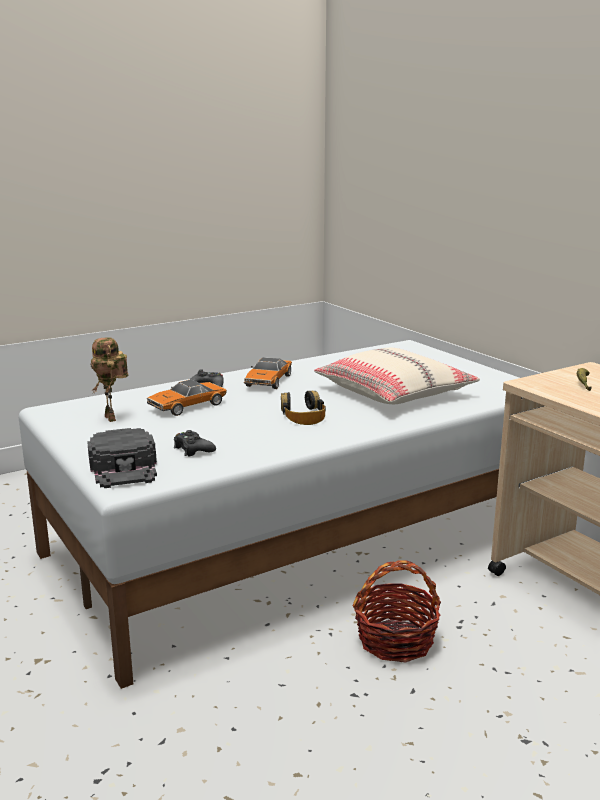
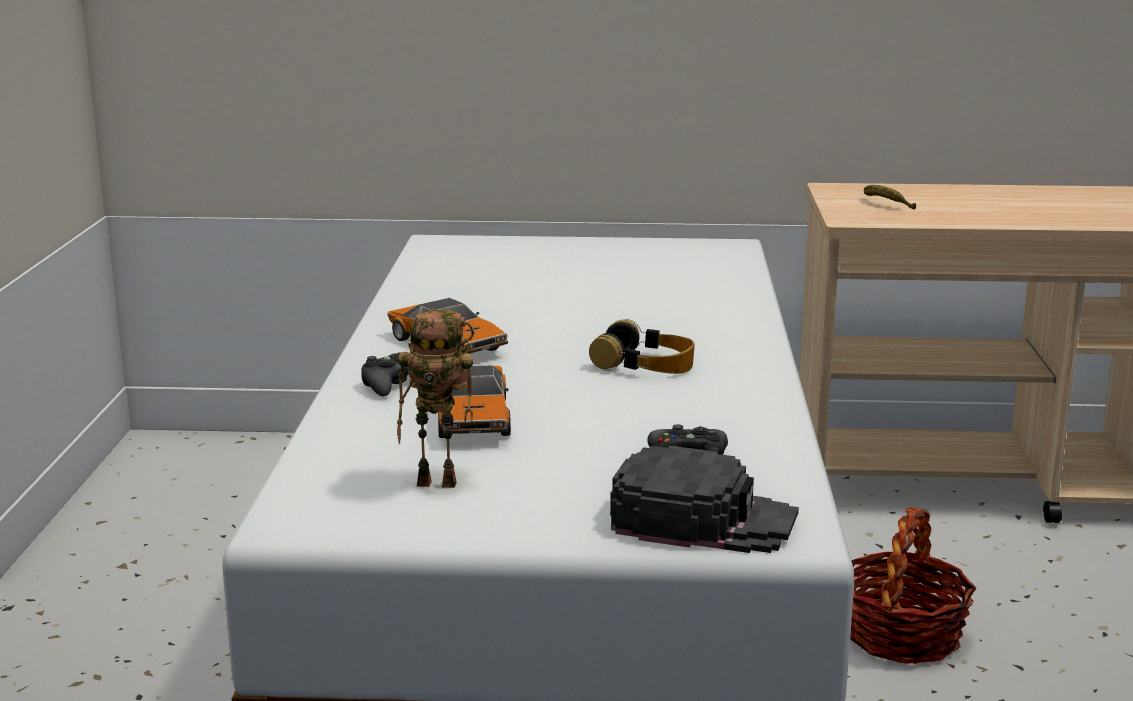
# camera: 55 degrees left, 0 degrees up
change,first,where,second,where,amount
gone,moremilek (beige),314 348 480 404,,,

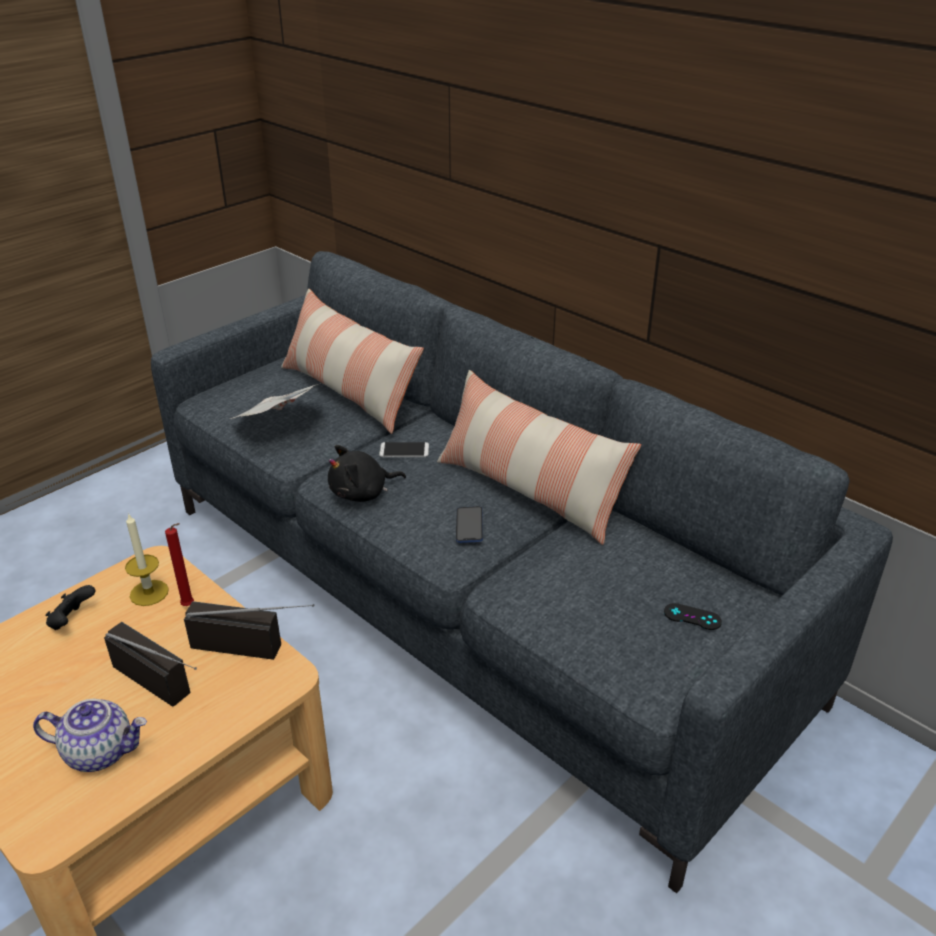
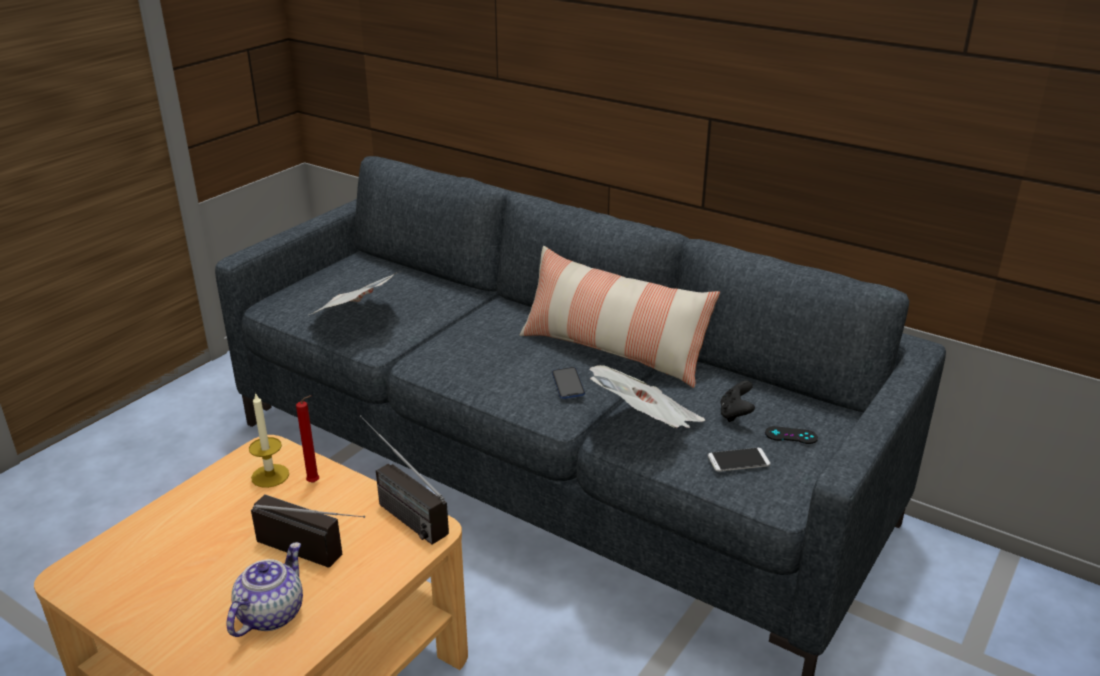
# camera: 10 degrees left, 5 degrees down
change,first,where,second,where,amount
gone,moremilek,281 289 424 434,,,
shifted,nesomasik,379 442 429 457,,708 448 770 472,
gone,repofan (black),328 445 406 502,,,
shifted,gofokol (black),45 585 95 630,,720 381 755 422,
rotated,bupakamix,184 601 314 660,,360 415 449 544,135 degrees counterclockwise
rotated,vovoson,33 699 147 772,,226 542 303 637,60 degrees counterclockwise
new,,,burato,589 365 705 428,

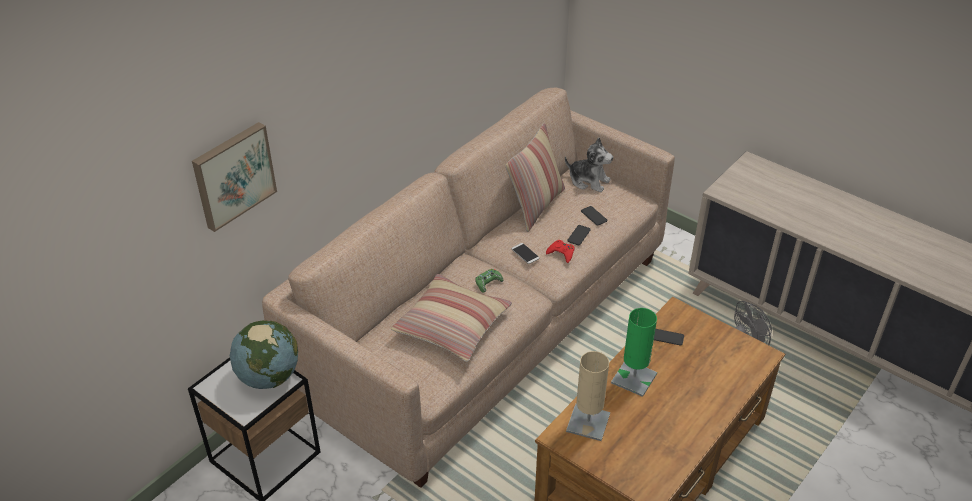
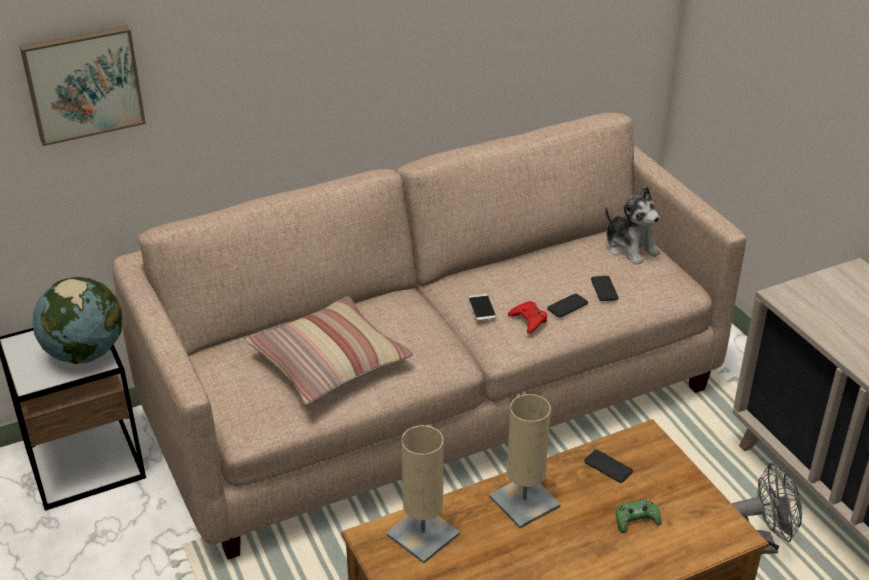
# camera: 25 degrees right, 5 degrees down
change,first,where,second,where,amount
gone,moremilek,506 123 565 232,,,
shifted,gofokol (green),475 269 503 293,,616 500 661 533,
repainted,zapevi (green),611 308 657 397,zapevi (beige),489 394 560 528,

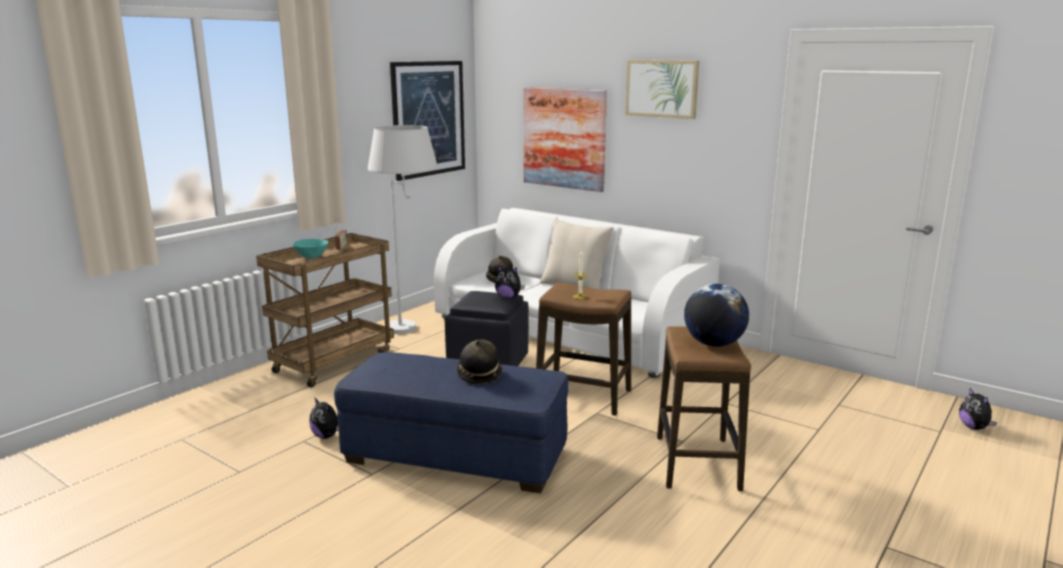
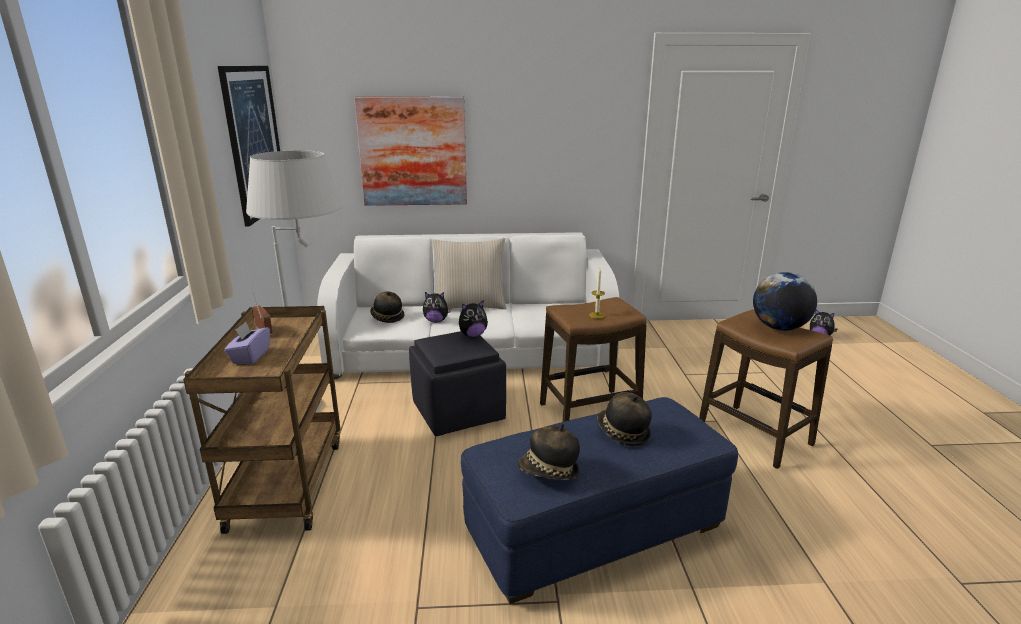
# camera: 40 degrees left, 5 degrees up
change,first,where,second,where,amount
gone,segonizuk,626 60 699 119,,,
swapped,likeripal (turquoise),293 239 328 259,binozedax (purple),224 322 270 364,
shifted,repofan,309 397 339 439,,423 292 451 323,
new,,,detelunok,518 423 580 480,

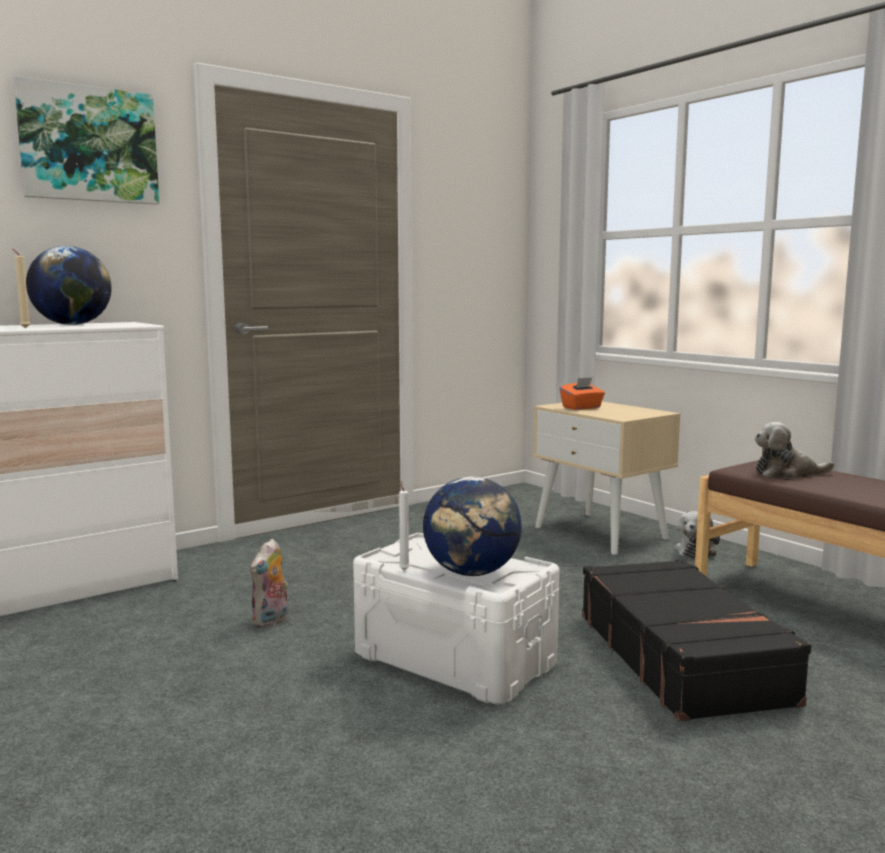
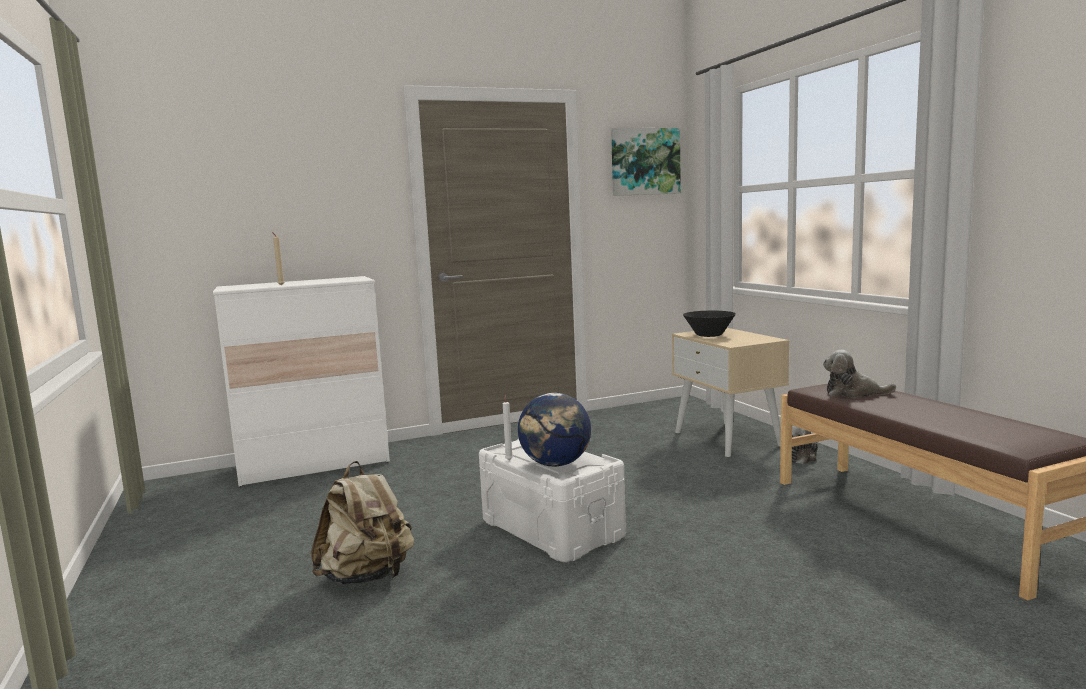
# camera: 15 degrees right, 0 degrees up
change,first,where,second,where,amount
shifted,segonizuk,14 76 159 205,,611 128 681 196,
gone,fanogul,26 246 112 325,,,
swapped,binozedax (orange),560 377 605 410,likeripal (black),683 311 736 337,
gone,repofan,250 539 289 628,,,
gone,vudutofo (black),582 559 811 721,,,
new,,,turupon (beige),311 461 414 585,

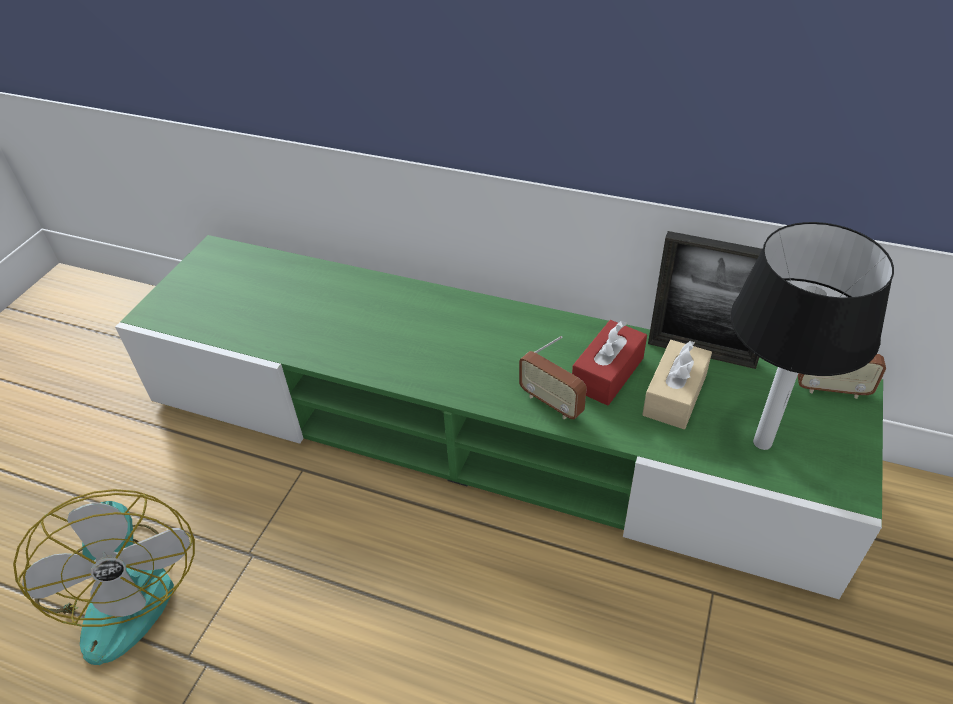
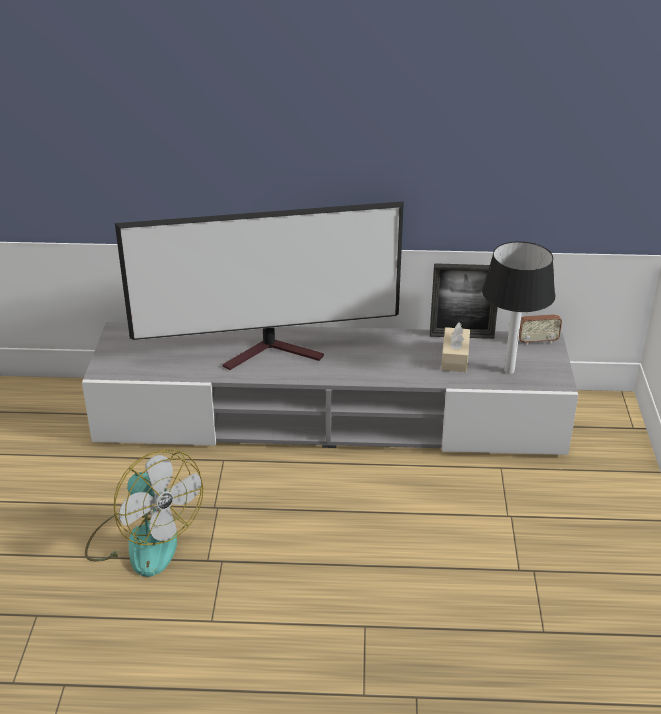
# camera: 20 degrees left, 10 degrees down
change,first,where,second,where,amount
repainted,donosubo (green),115 235 883 599,donosubo (grey),82 322 578 455,
gone,binozedax (red),572 320 647 406,,,
gone,bupakamix,519 336 587 420,,,
new,,,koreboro,115 201 404 370,

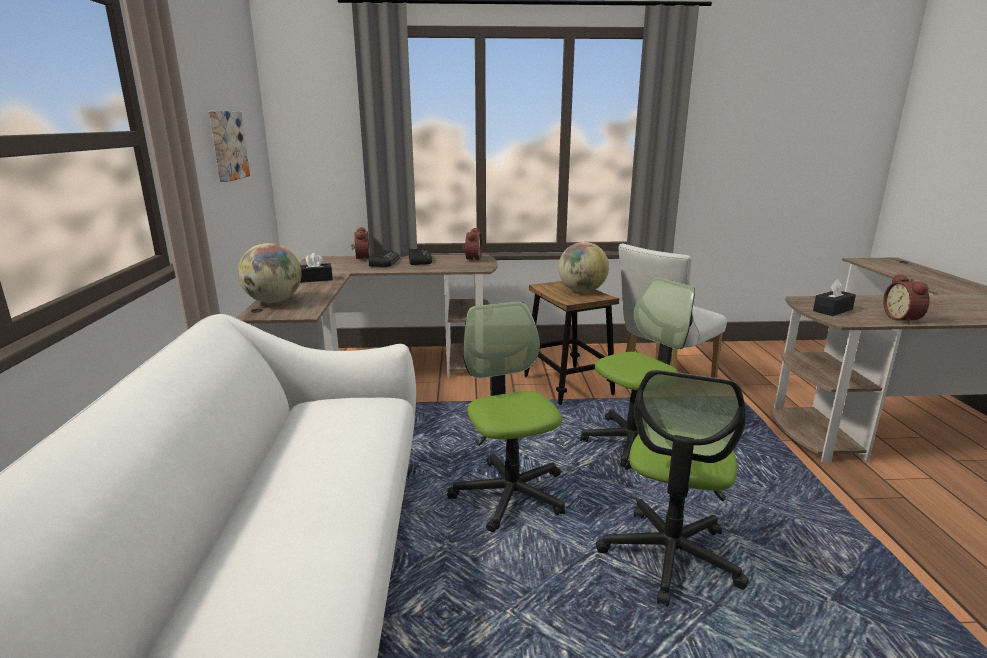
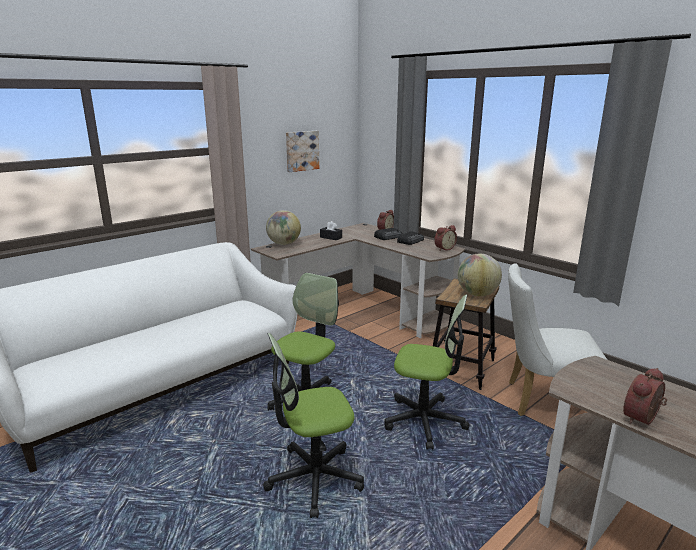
# camera: 50 degrees right, 0 degrees up
change,first,where,second,where,amount
gone,binozedax (black),813 279 856 316,,,

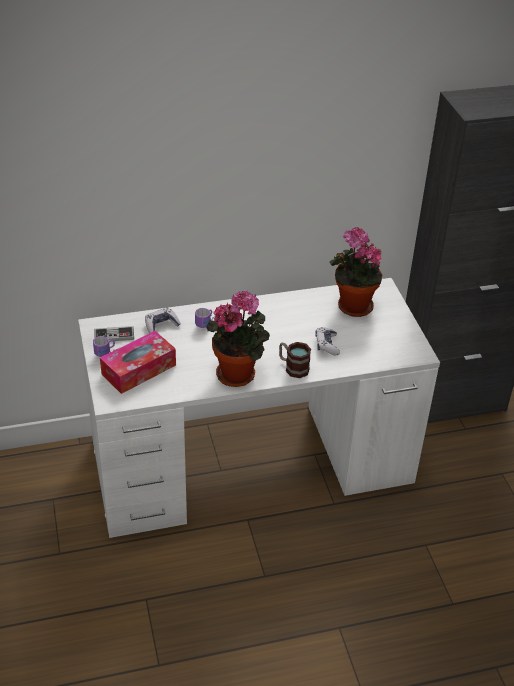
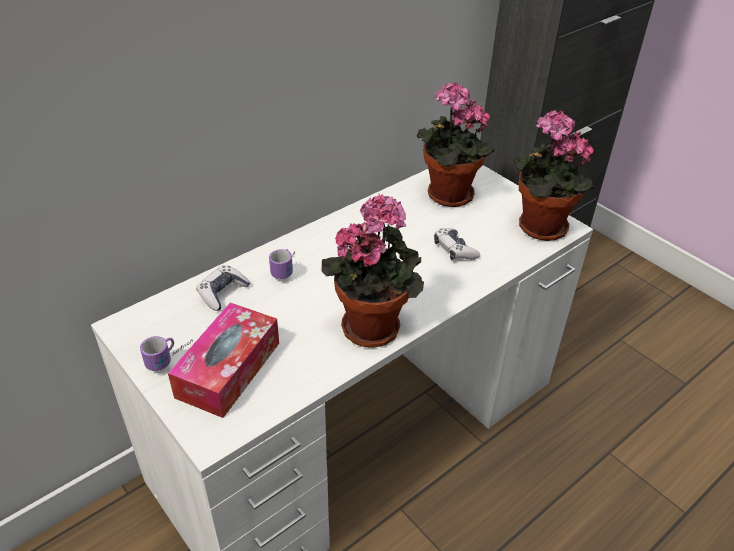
# camera: 25 degrees left, 0 degrees up
change,first,where,second,where,amount
gone,gofokol,94 326 134 341,,,
gone,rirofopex,279 342 311 378,,,
new,,,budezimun,514 110 594 241,

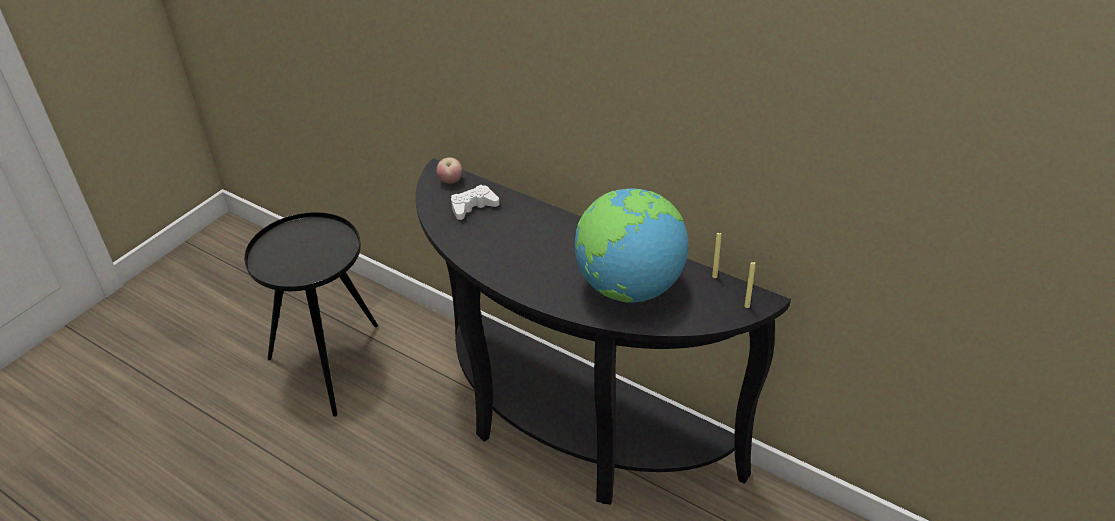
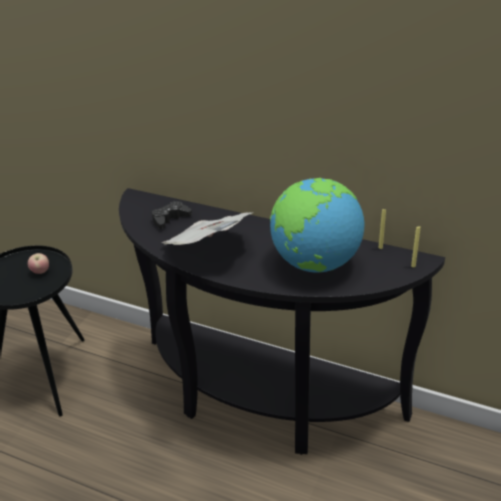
# camera: 10 degrees left, 5 degrees down
change,first,where,second,where,amount
shifted,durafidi,436 157 462 184,,28 253 49 274,
repainted,gofokol (white),451 185 500 220,gofokol (black),152 201 192 229,
new,,,burato,162 212 252 245,

